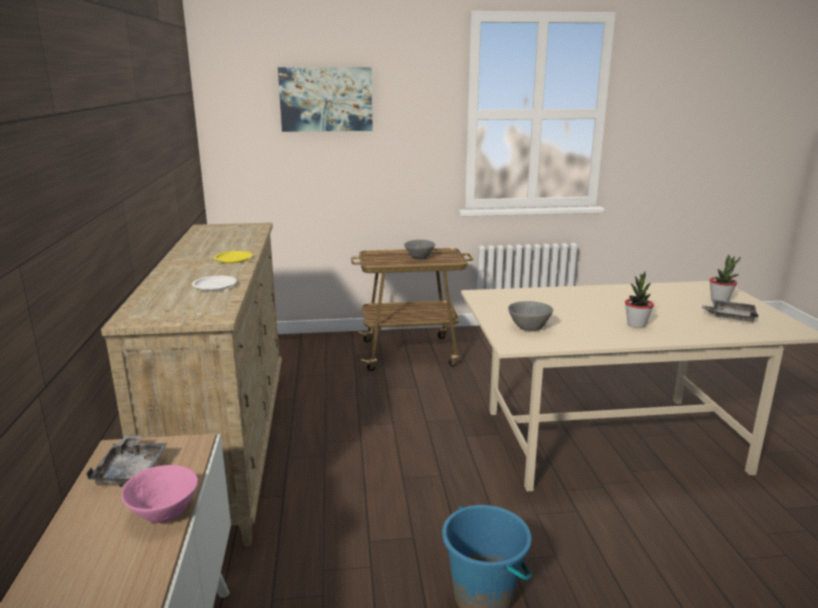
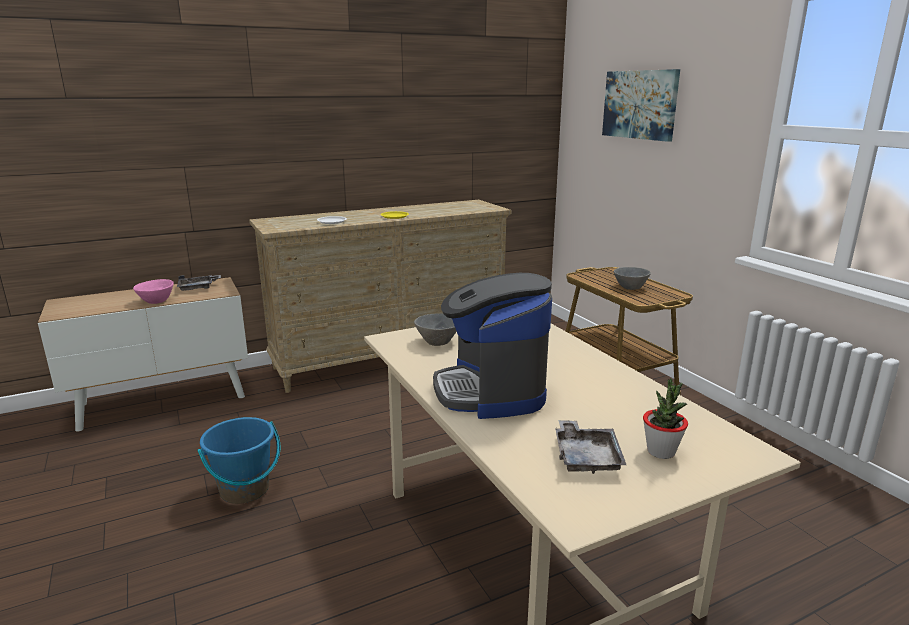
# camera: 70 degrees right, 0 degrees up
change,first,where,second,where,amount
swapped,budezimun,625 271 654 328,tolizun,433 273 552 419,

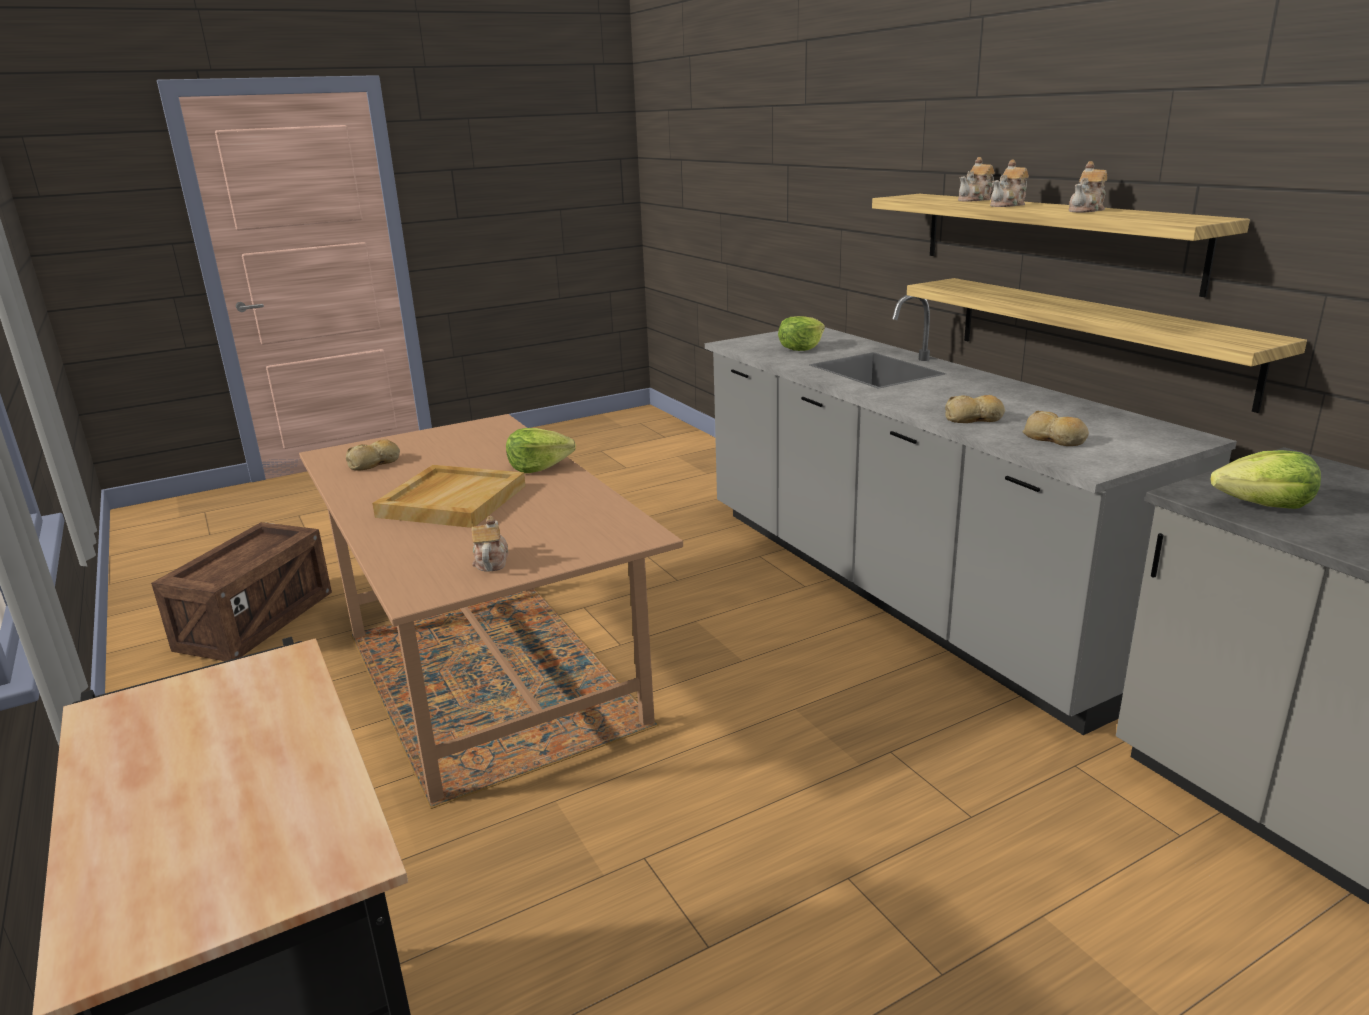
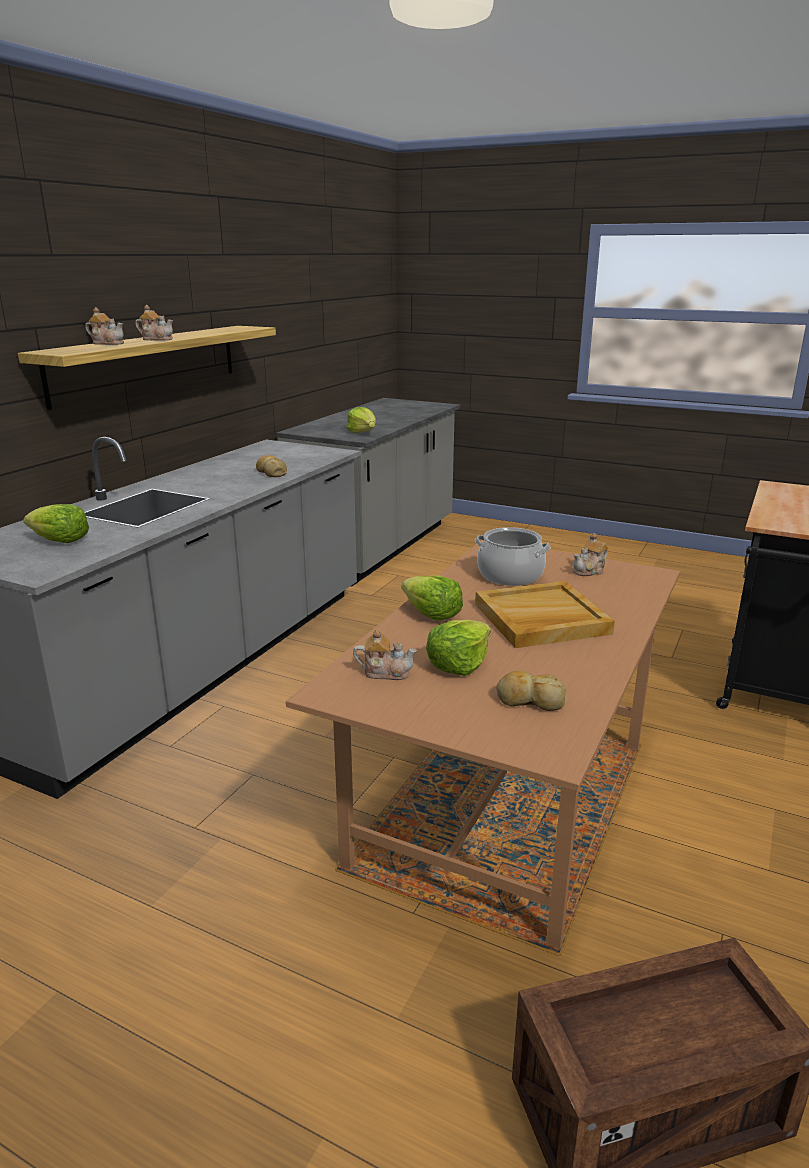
# camera: 125 degrees left, 0 degrees up
change,first,where,second,where,amount
shifted,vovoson,1068 161 1107 212,,353 629 417 680,
gone,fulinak,907 278 1307 413,,,
gone,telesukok,1022 411 1089 446,,,
new,,,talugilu,475 527 551 586,
new,,,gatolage,426 620 491 676,

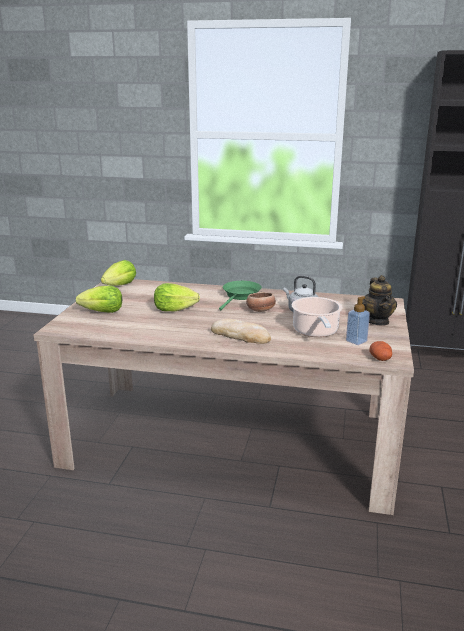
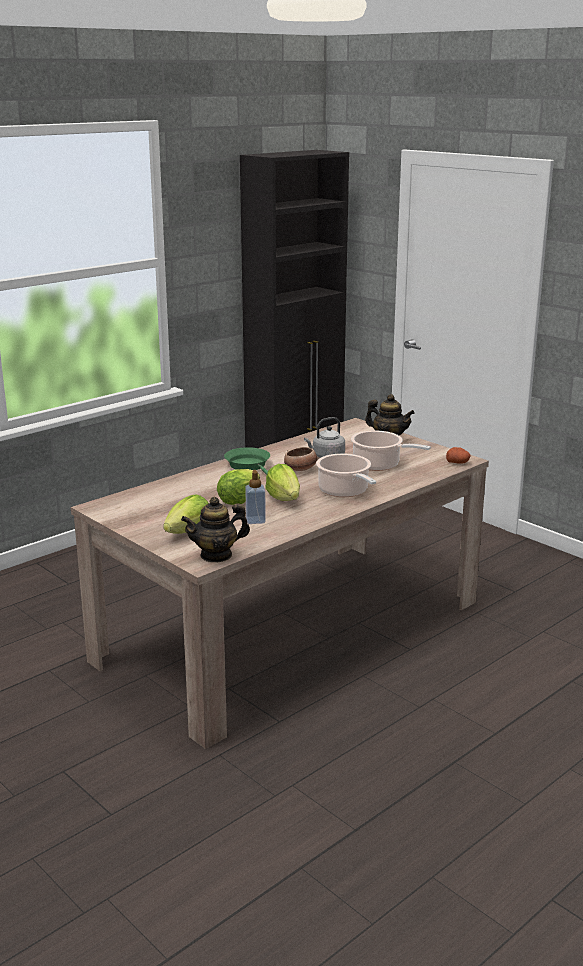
# camera: 55 degrees left, 0 degrees up
change,first,where,second,where,amount
shifted,gatolage,101 260 136 286,,265 464 300 501,
shifted,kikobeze,346 296 370 345,,245 470 266 524,
swapped,telesukok,211 319 271 344,talugilu,316 454 376 497,
new,,,vovoson,181 497 250 562,

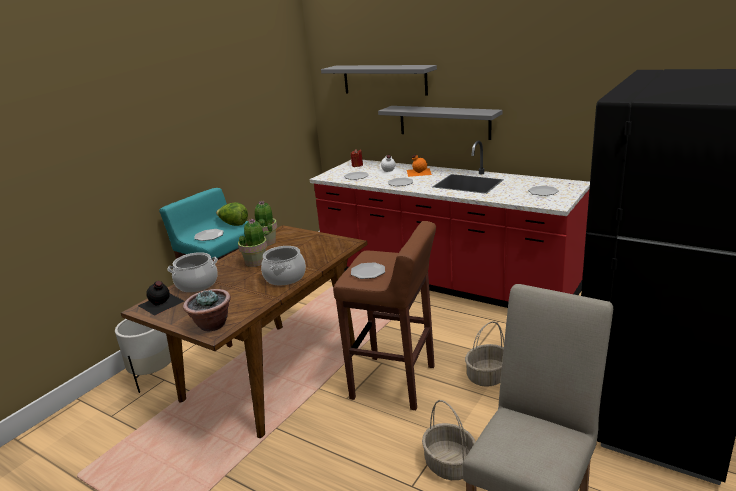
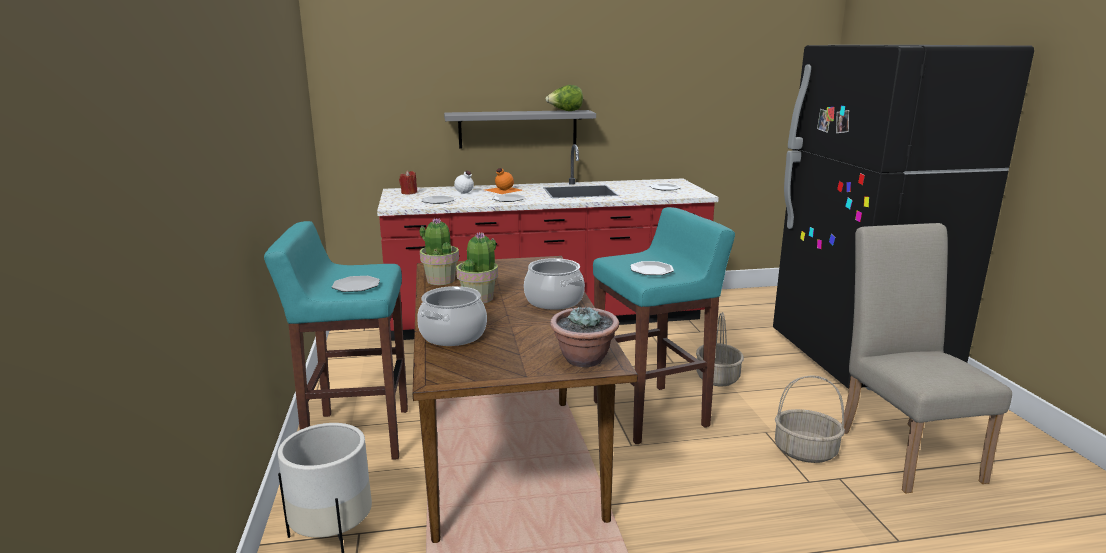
# camera: 45 degrees left, 5 degrees down
change,first,where,second,where,amount
gone,fulinak (grey),321 65 437 96,,,
shifted,gatolage,216 202 248 226,,546 85 583 111,
repainted,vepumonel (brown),333 221 436 410,vepumonel (turquoise),593 207 735 444,
gone,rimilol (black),138 281 184 316,,,

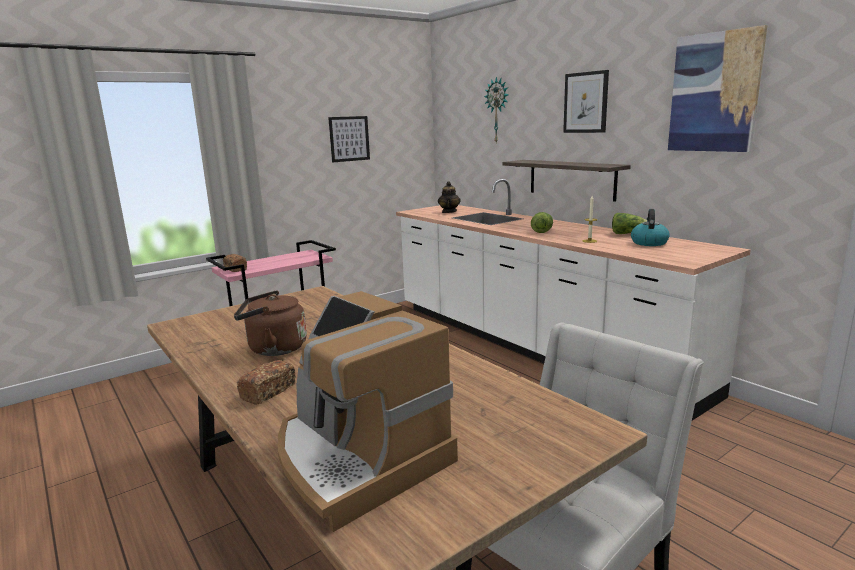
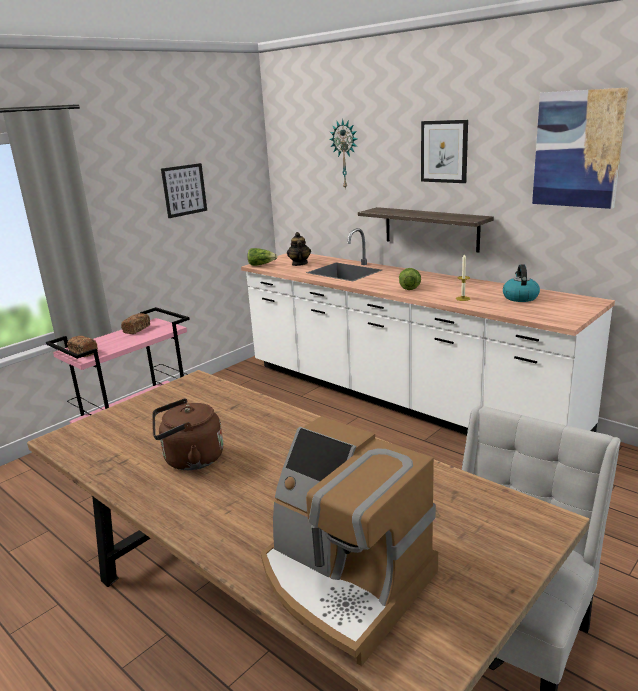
# camera: 10 degrees left, 5 degrees up
change,first,where,second,where,amount
shifted,gatolage,612 213 647 234,,247 248 278 266,
shifted,telesukok,237 360 296 405,,121 313 150 334,

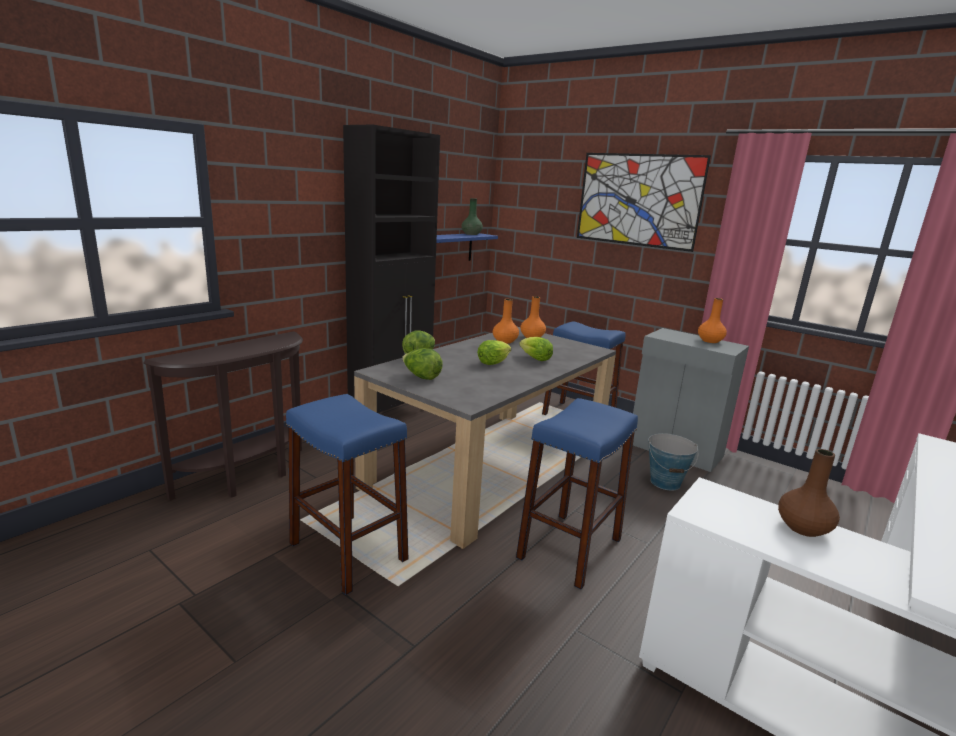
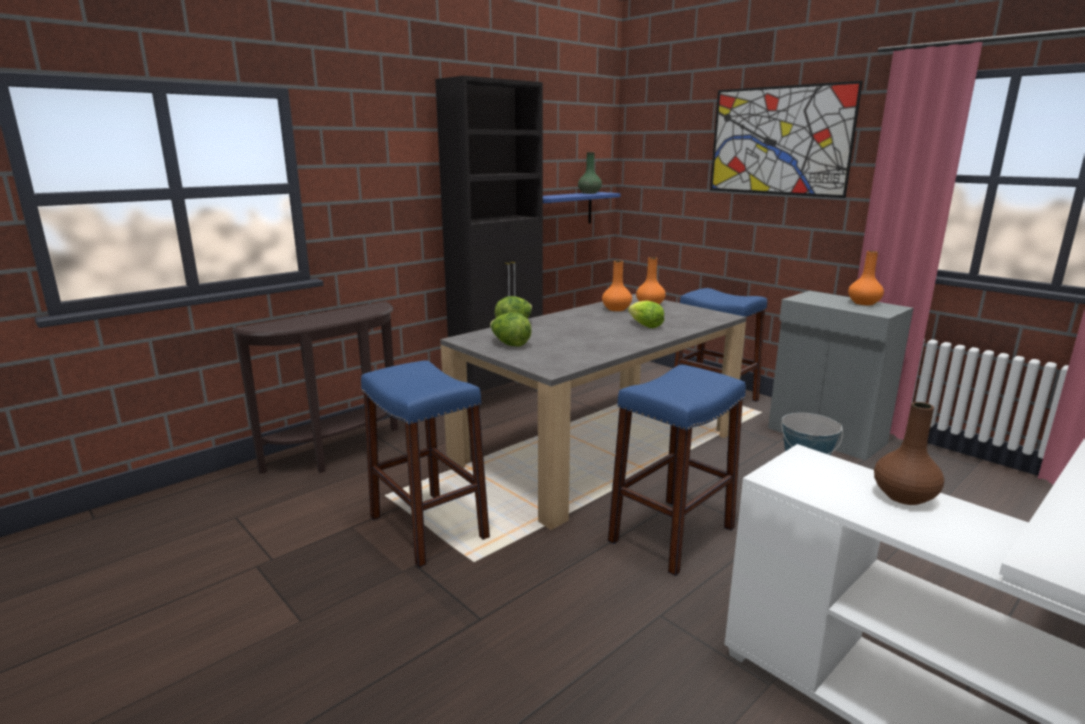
# camera: 10 degrees right, 0 degrees up
change,first,where,second,where,amount
gone,gatolage,477 340 511 365,,,

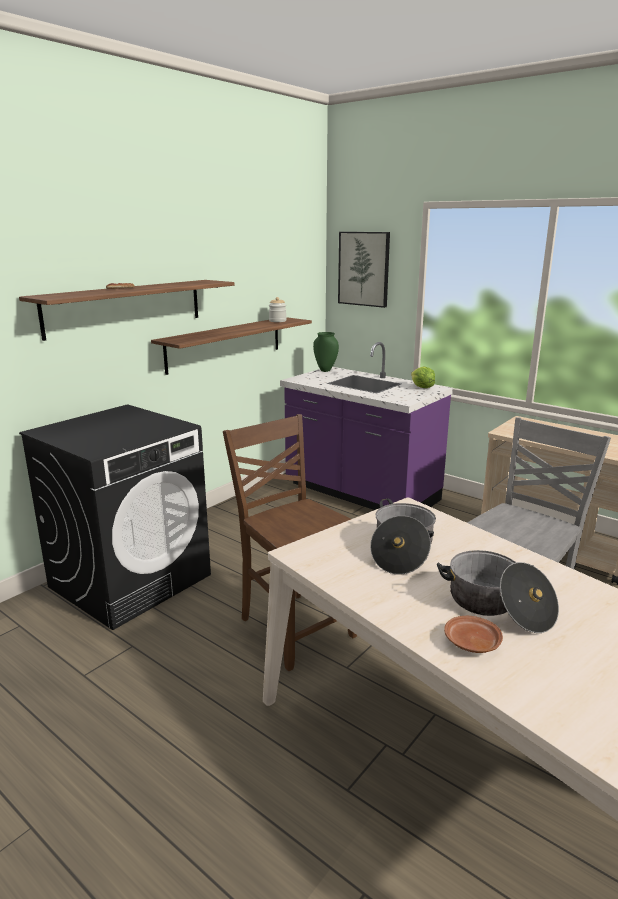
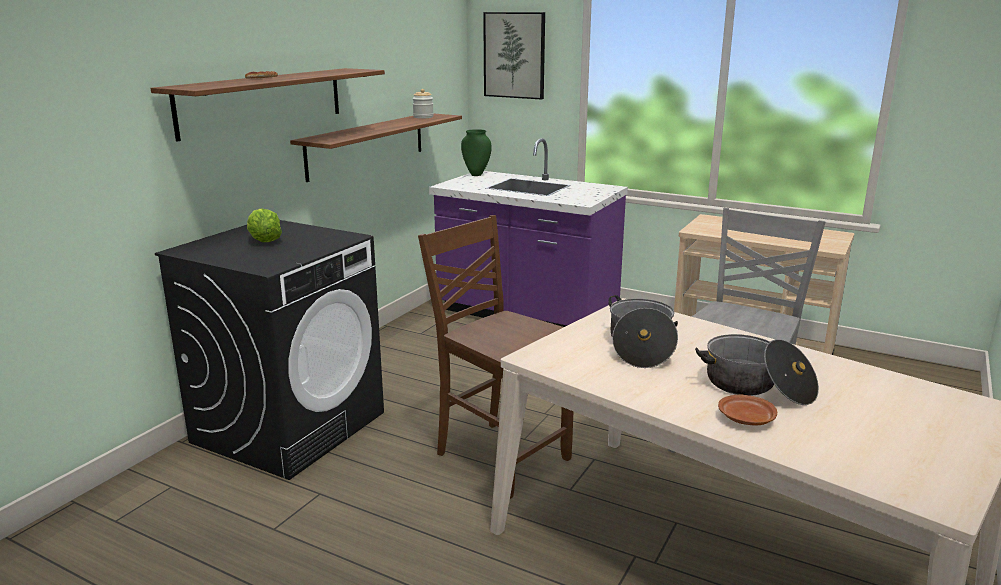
# camera: 10 degrees left, 0 degrees up
change,first,where,second,where,amount
shifted,gatolage,411 367 435 388,,247 208 282 242,

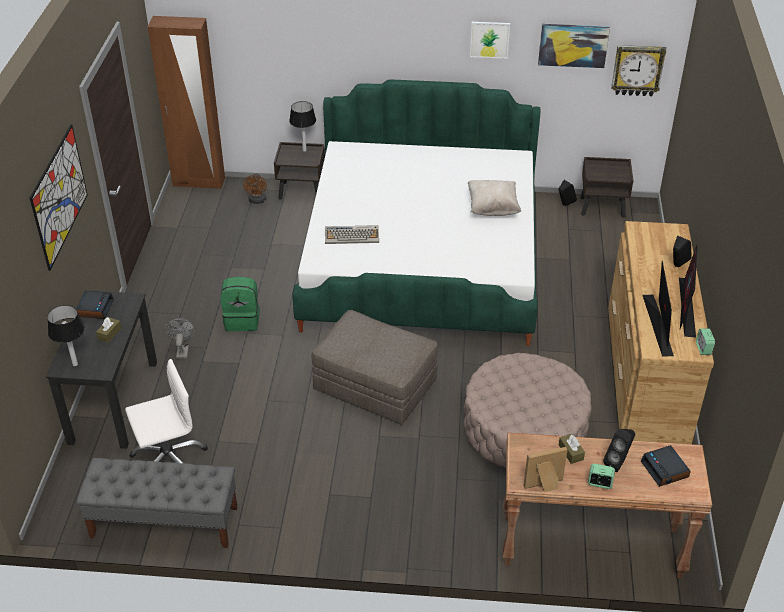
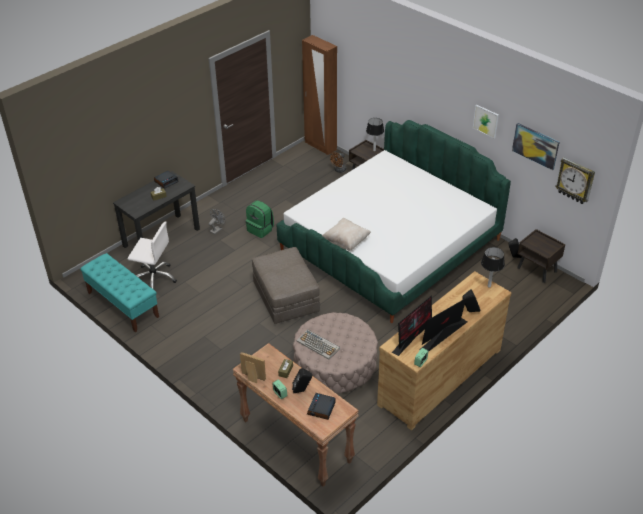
# camera: 40 degrees right, 0 degrees up
change,first,where,second,where,amount
gone,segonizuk,30 124 88 271,,,
shifted,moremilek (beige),468 180 521 216,,322 218 371 251,
shifted,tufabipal,325 225 379 244,,296 329 340 360,
shifted,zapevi,47 305 85 366,,481 247 505 288,
repainted,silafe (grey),76 458 237 548,silafe (turquoise),80 253 159 332,

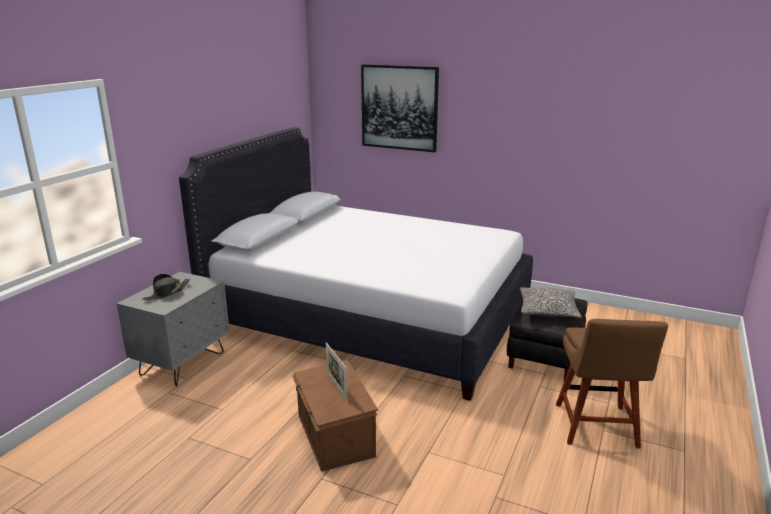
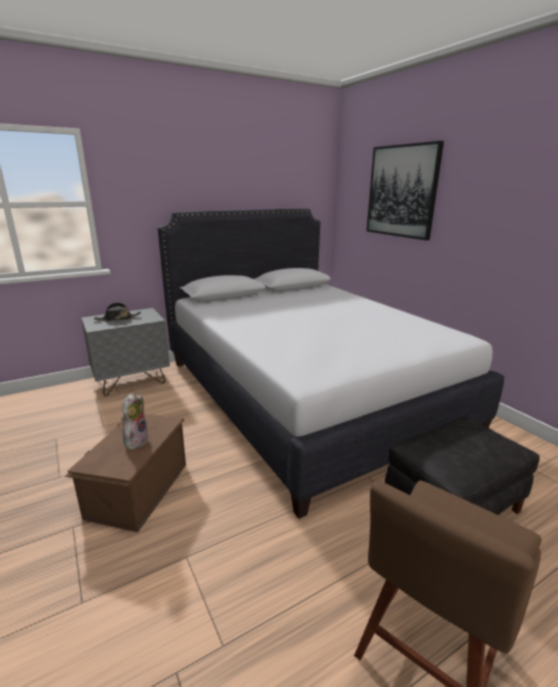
# camera: 35 degrees right, 0 degrees up
change,first,where,second,where,amount
gone,moremilek,519 287 582 318,,,
swapped,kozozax,326 342 347 401,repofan,121 393 149 450,

